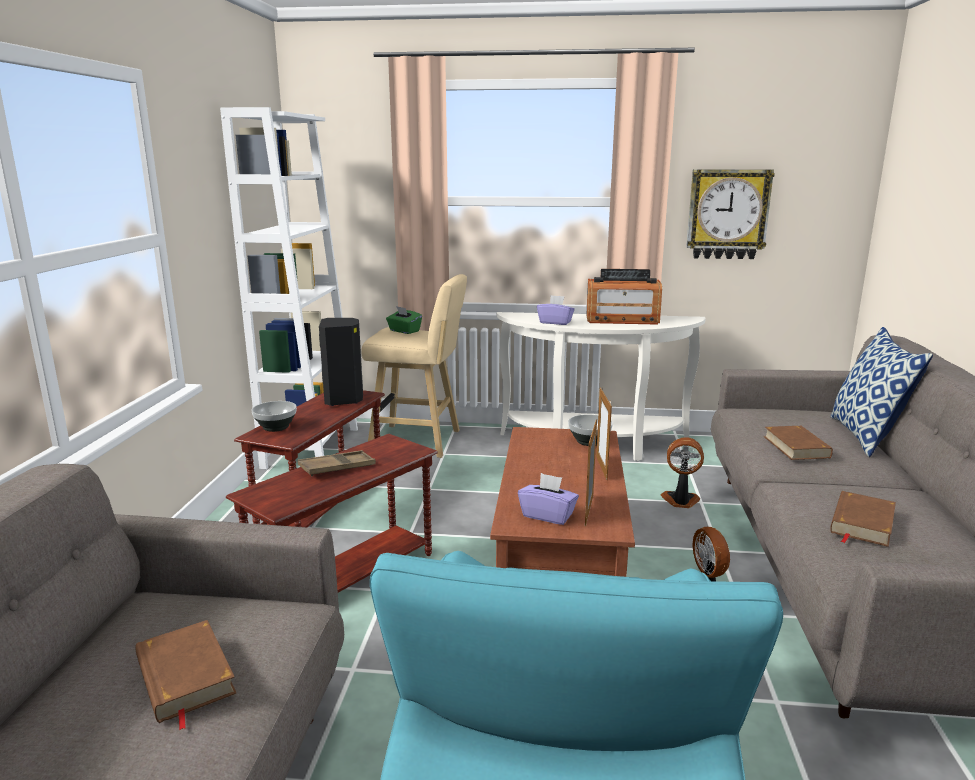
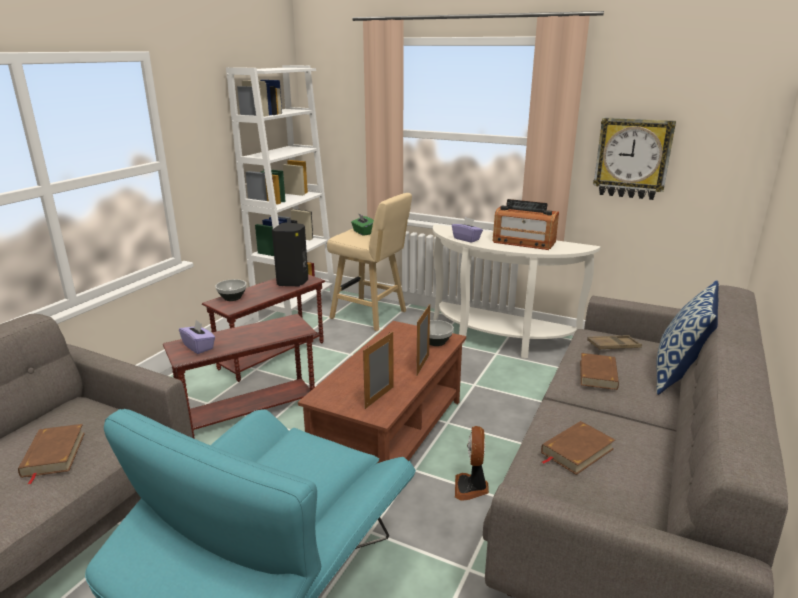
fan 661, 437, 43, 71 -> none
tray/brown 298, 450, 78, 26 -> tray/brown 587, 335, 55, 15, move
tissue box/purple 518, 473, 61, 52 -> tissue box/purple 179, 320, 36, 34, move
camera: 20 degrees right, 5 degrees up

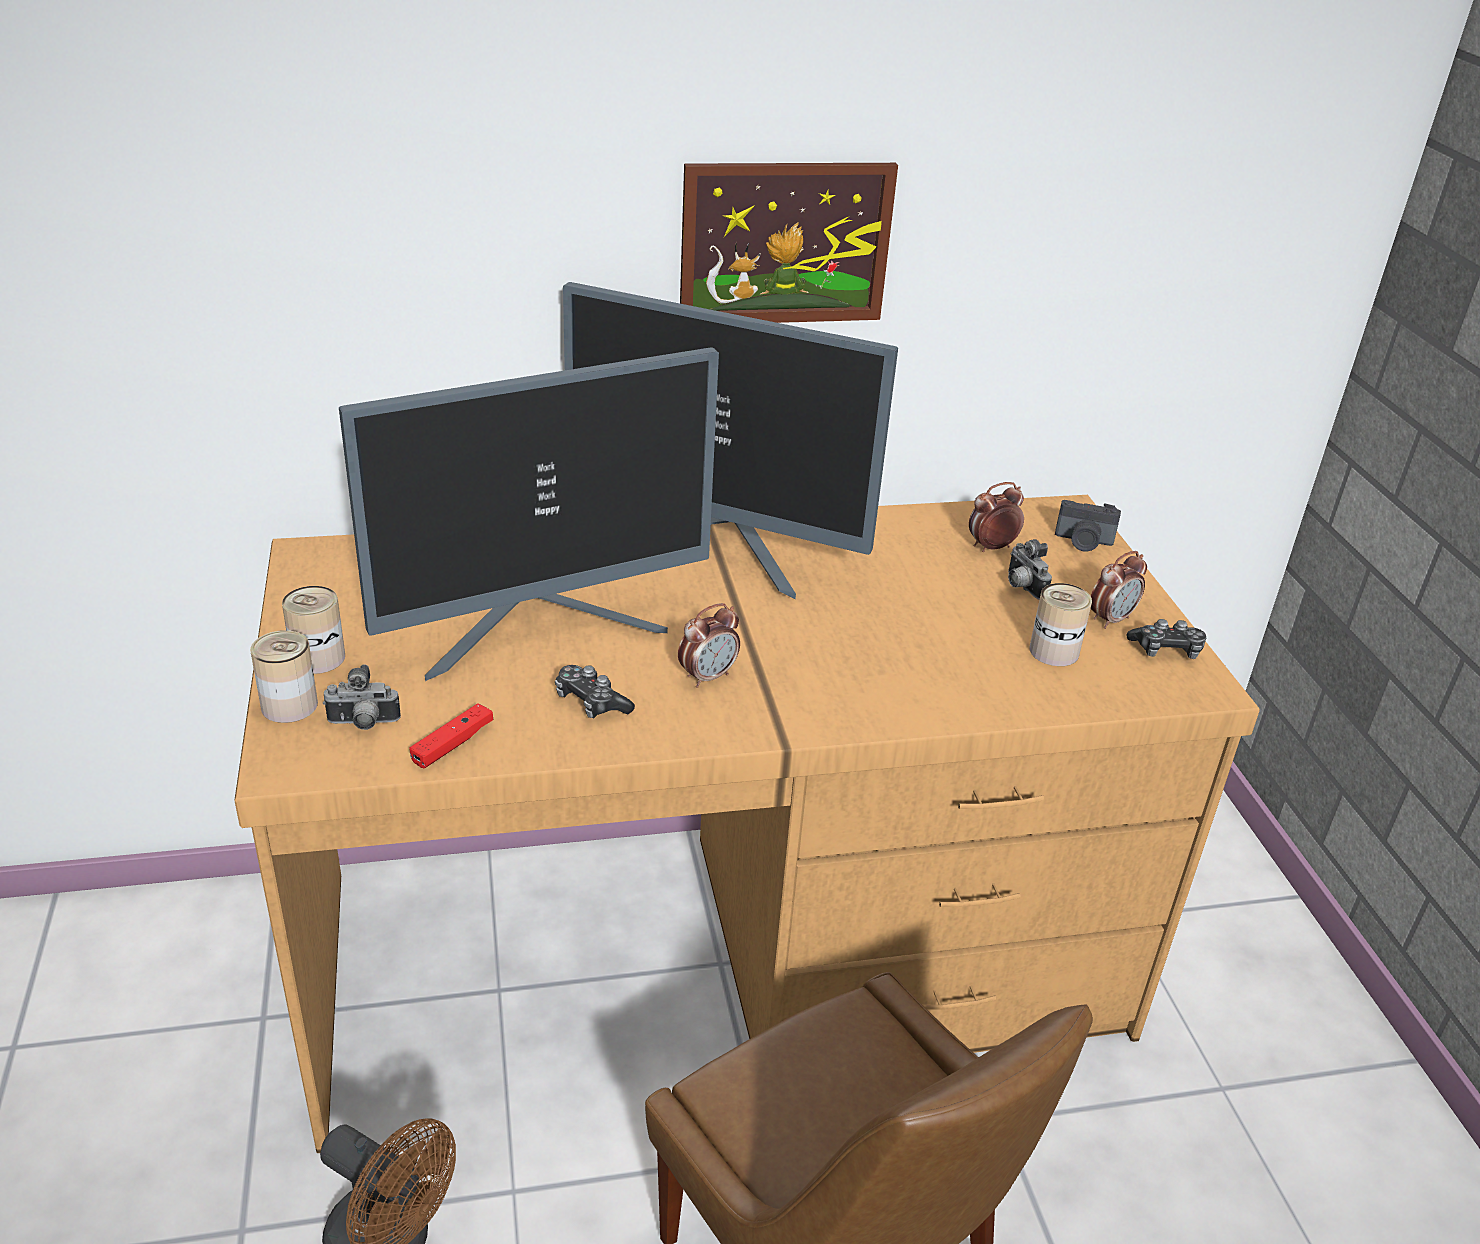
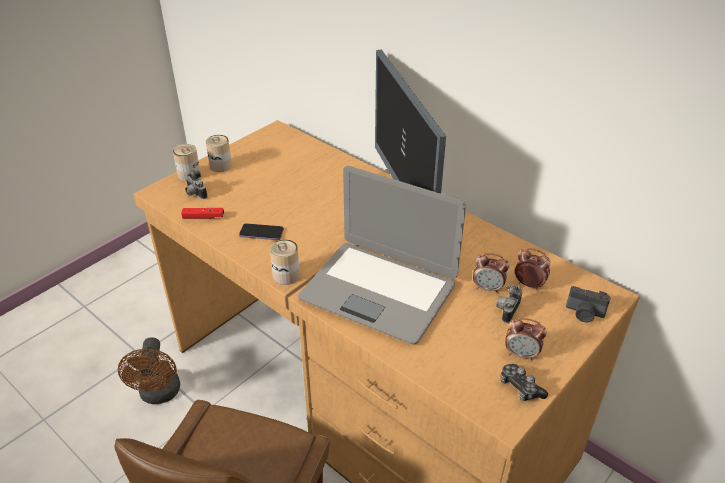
picture 680, 163, 218, 160 -> none
monitor 339, 347, 380, 334 -> none
photo camera 1055, 500, 66, 52 -> photo camera 566, 286, 45, 36, 45 degrees counterclockwise
can 1029, 583, 63, 83 -> can 270, 239, 30, 46, move
alarm clock 678, 603, 62, 85 -> alarm clock 473, 253, 36, 40, move
game controller 555, 665, 80, 53 -> phone 239, 223, 45, 17
none -> laptop 298, 166, 168, 178
camera: 55 degrees right, 5 degrees up

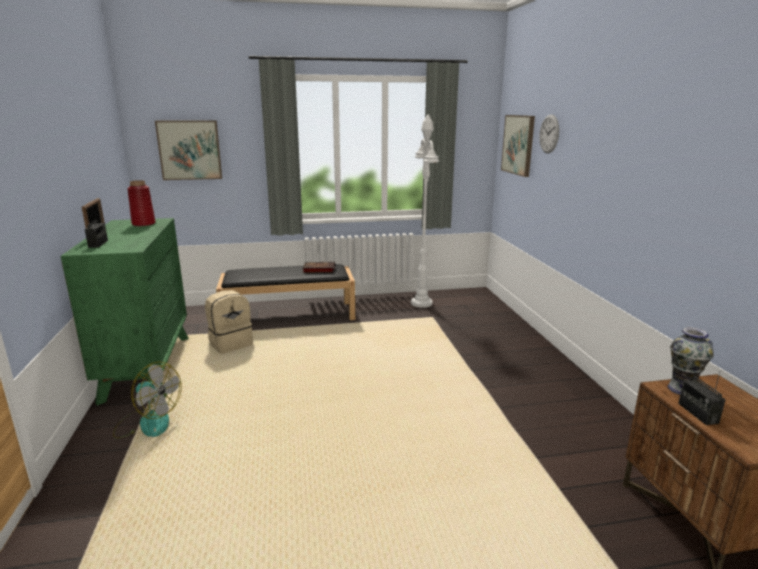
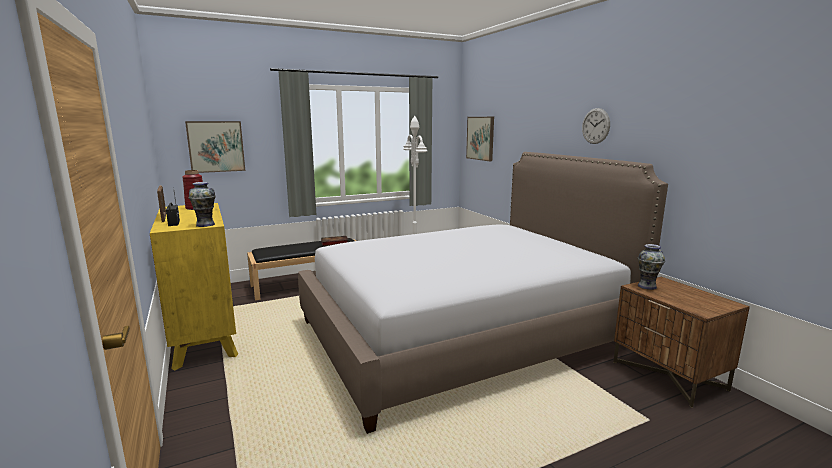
wall clock 539, 114, 20, 40 -> wall clock 582, 108, 28, 36, move
dresser/green 61, 218, 128, 188 -> dresser/yellow 150, 203, 88, 167
backpack/beige 205, 290, 48, 64 -> none
fan 113, 362, 69, 77 -> none
radio 678, 373, 48, 52 -> none
none -> bed 298, 152, 370, 282
none -> vase 189, 182, 27, 45
camera: 15 degrees left, 5 degrees down

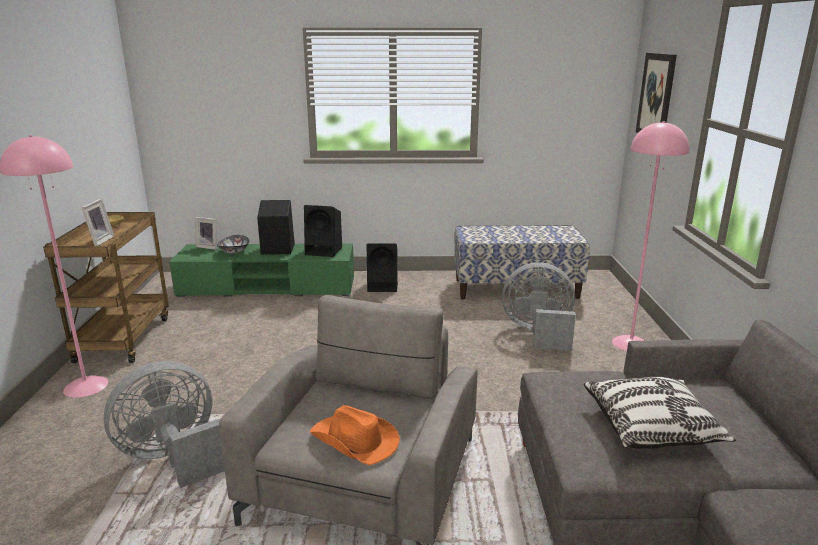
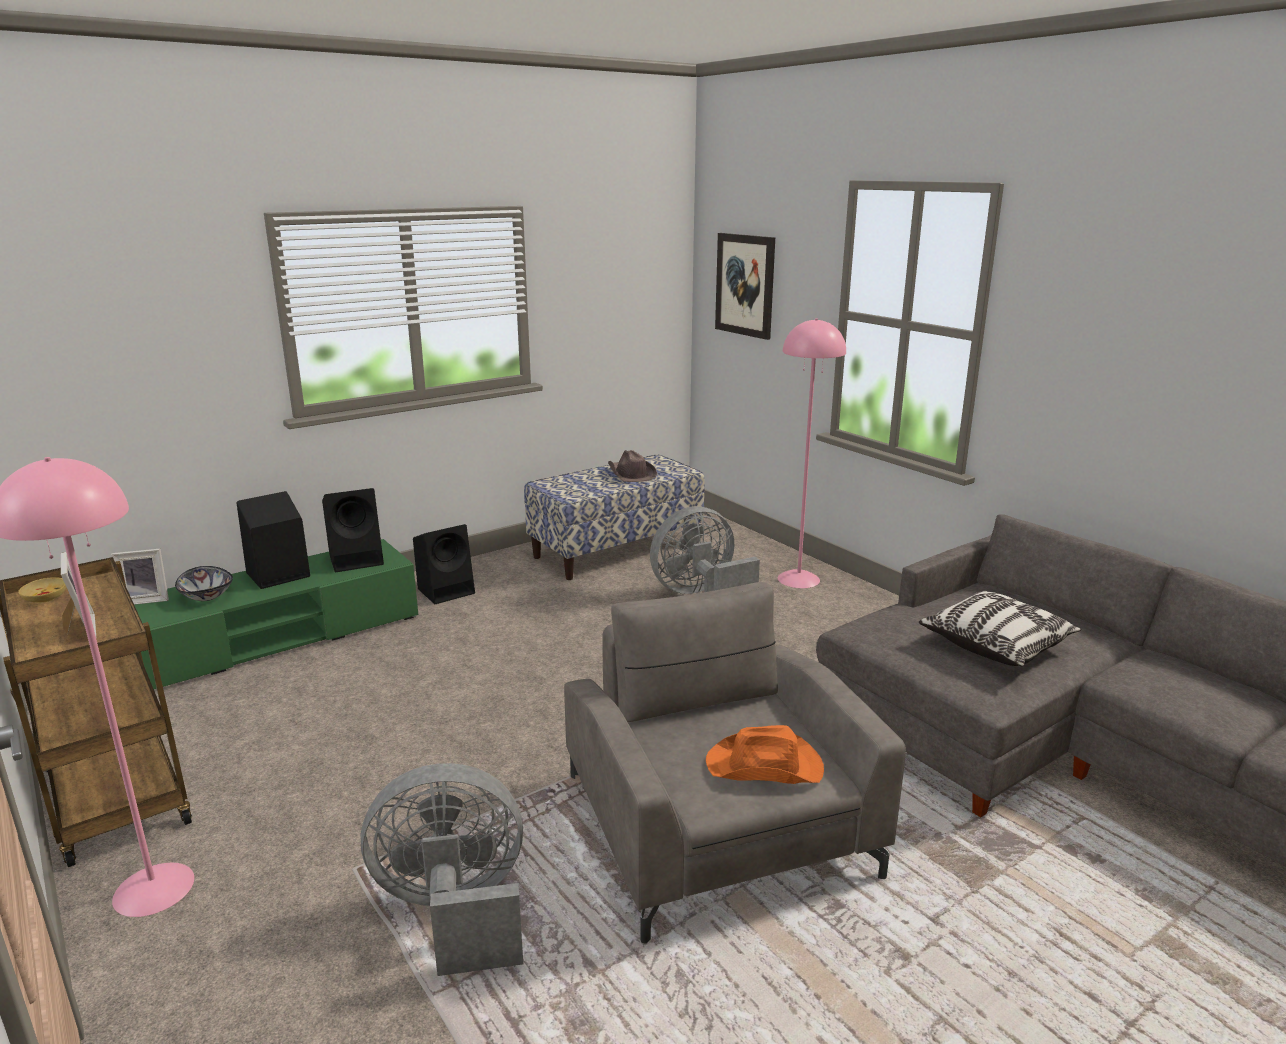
fan/grey 104, 361, 121, 127 -> fan/grey 361, 763, 162, 213, 60 degrees clockwise
none -> hat/brown 608, 450, 49, 32
camera: 35 degrees left, 0 degrees up

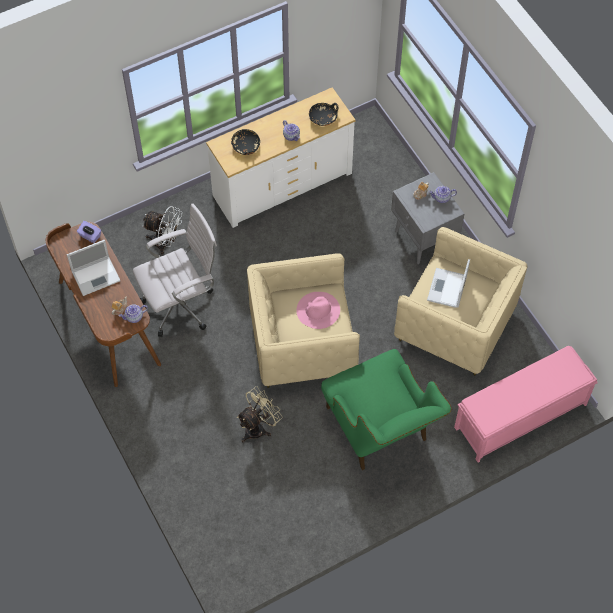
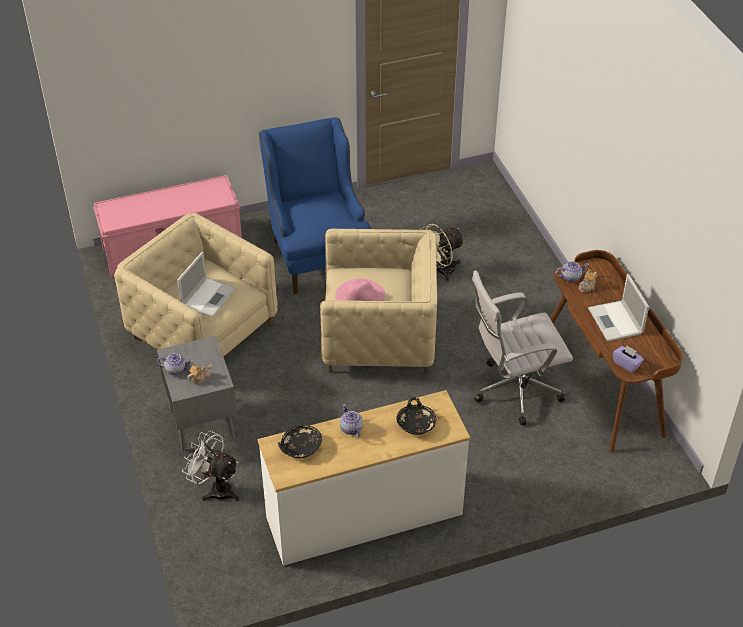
fan/white 143, 206, 39, 49 -> fan/white 182, 431, 58, 70, move
laptop 67, 240, 54, 56 -> laptop 588, 274, 61, 68, 90 degrees counterclockwise
armchair/green 321, 349, 131, 121 -> armchair/blue 259, 117, 112, 177
camera: 170 degrees left, 15 degrees down

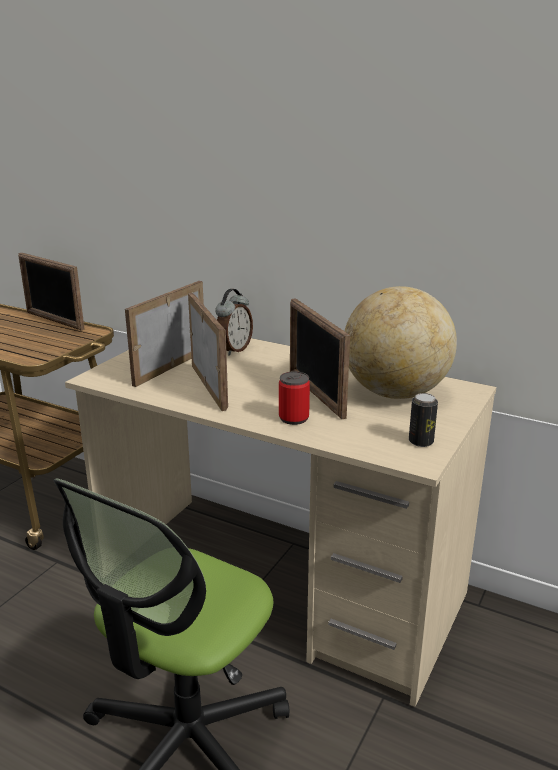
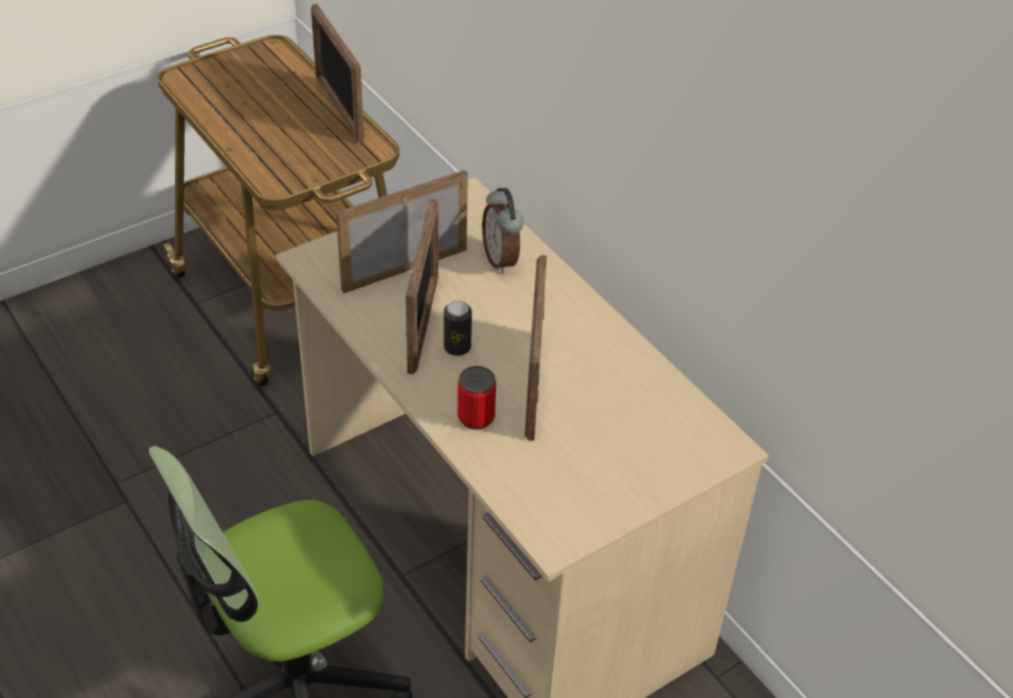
globe 345, 286, 112, 113 -> none
alarm clock 216, 289, 37, 67 -> alarm clock 482, 188, 42, 86, 105 degrees clockwise
can 409, 393, 29, 54 -> can 444, 301, 28, 55, move
camera: 25 degrees right, 20 degrees up

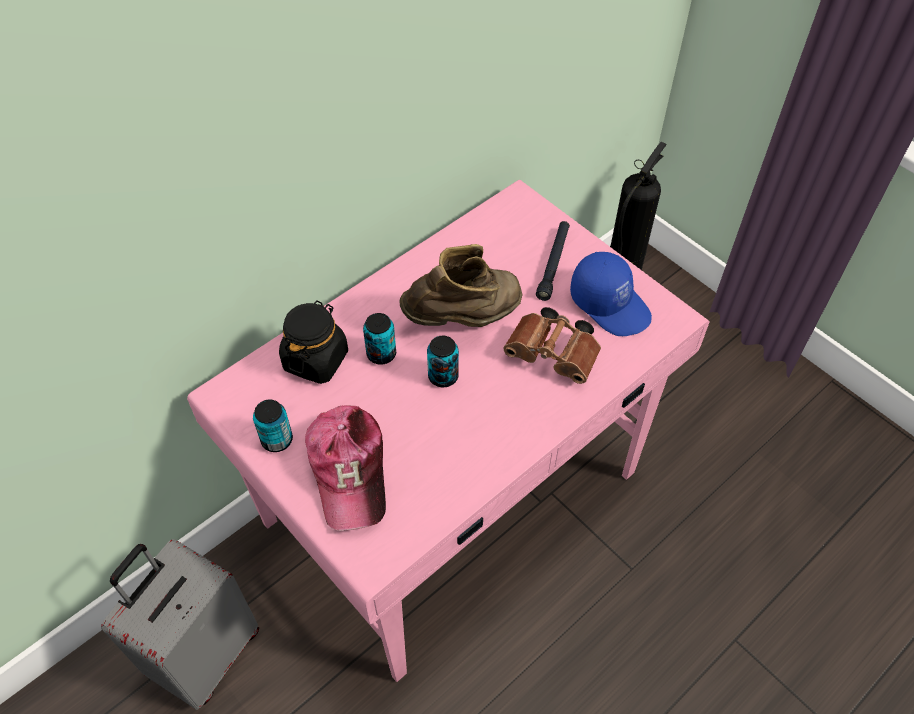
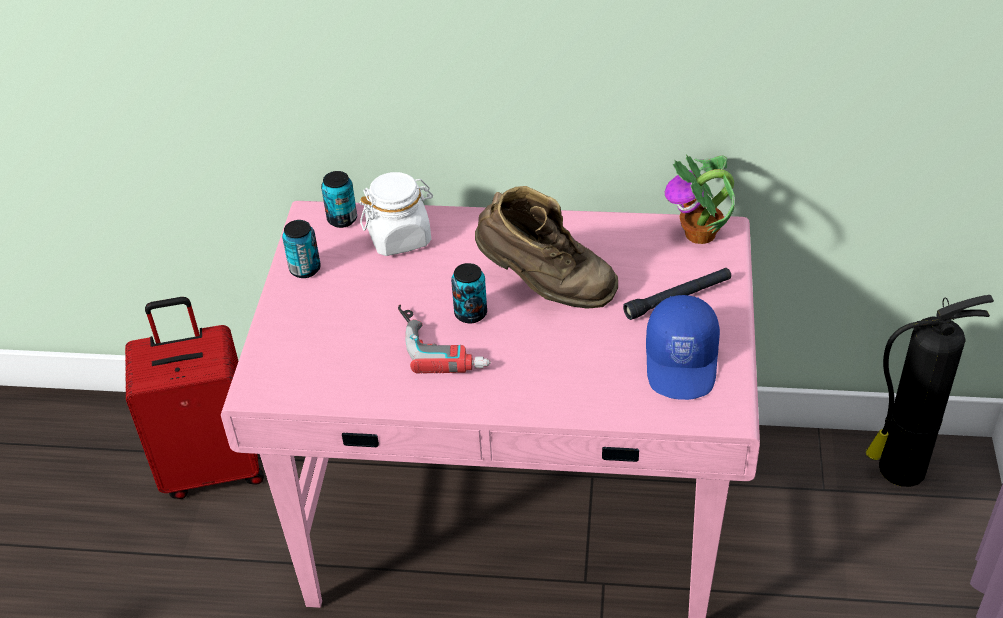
jar/black 279, 300, 69, 84 -> jar/white 360, 172, 73, 84
binoculars/brown 503, 307, 98, 77 -> none
can 363, 313, 33, 52 -> can 321, 171, 36, 57, move
cap 305, 405, 81, 126 -> none
suitcase/grey 101, 539, 158, 171 -> suitcase/red 125, 297, 139, 202
none -> potted plant 665, 154, 70, 90
none -> power drill 398, 305, 93, 68
camera: 50 degrees right, 10 degrees down

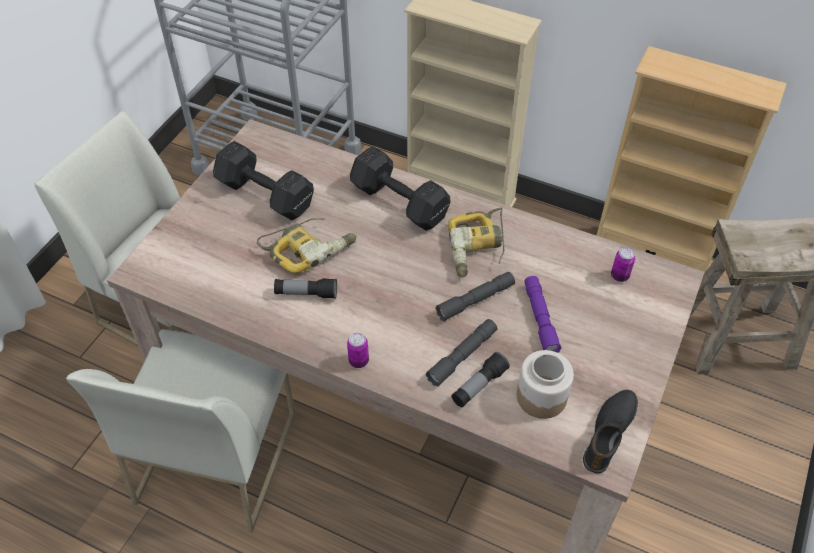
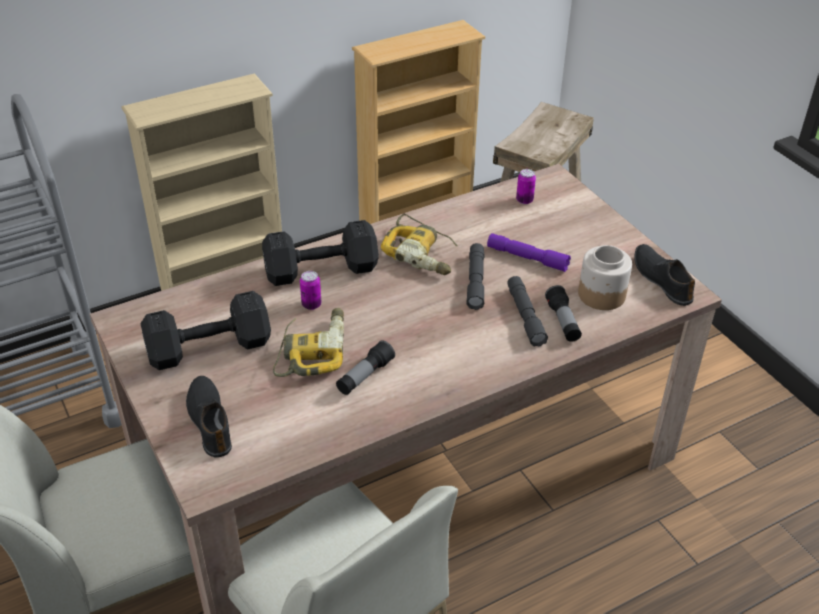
can 347, 333, 22, 35 -> can 300, 271, 21, 39, move
none -> shoe/black 186, 376, 46, 82
camera: 55 degrees left, 10 degrees down

